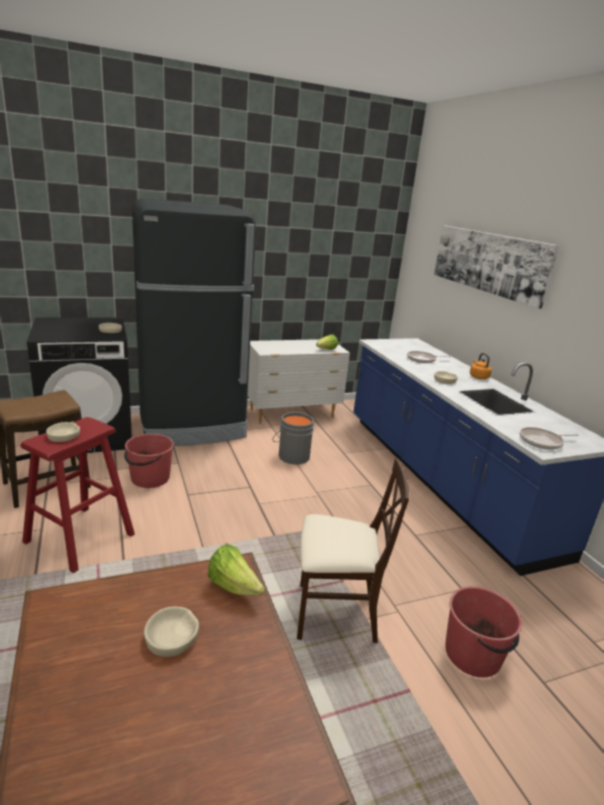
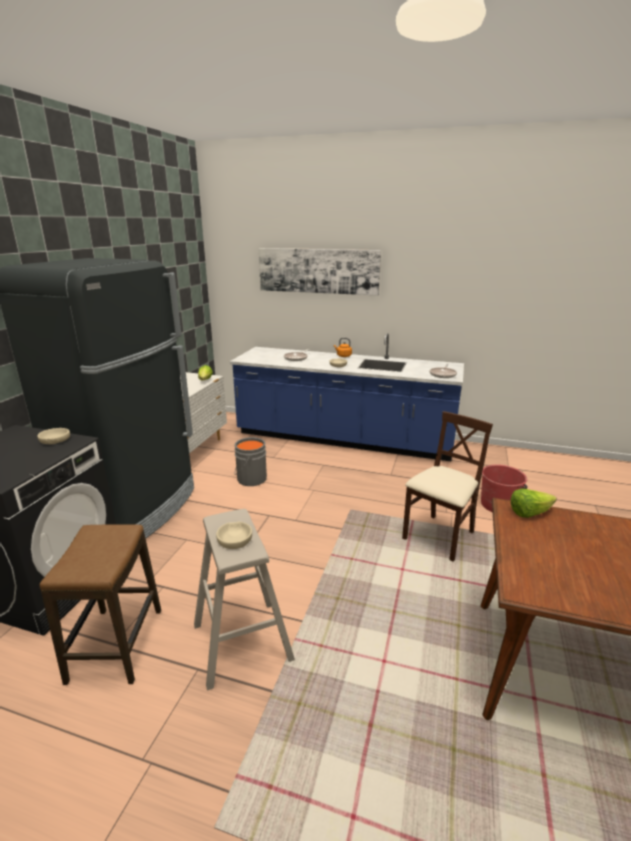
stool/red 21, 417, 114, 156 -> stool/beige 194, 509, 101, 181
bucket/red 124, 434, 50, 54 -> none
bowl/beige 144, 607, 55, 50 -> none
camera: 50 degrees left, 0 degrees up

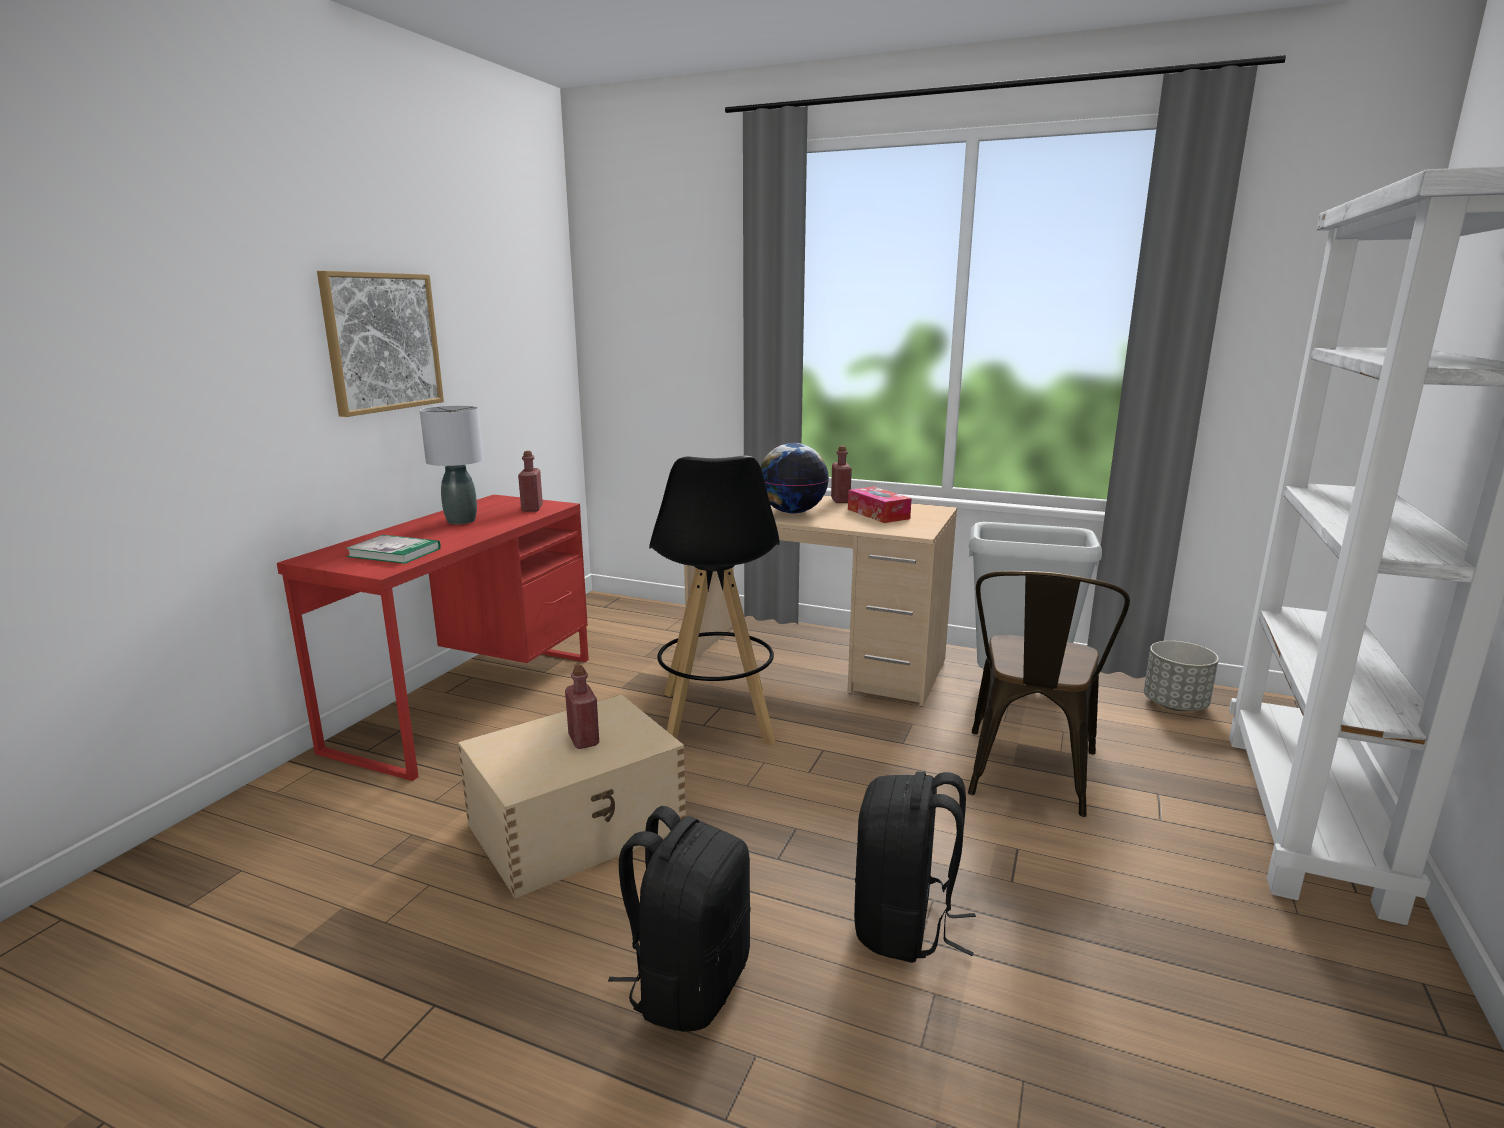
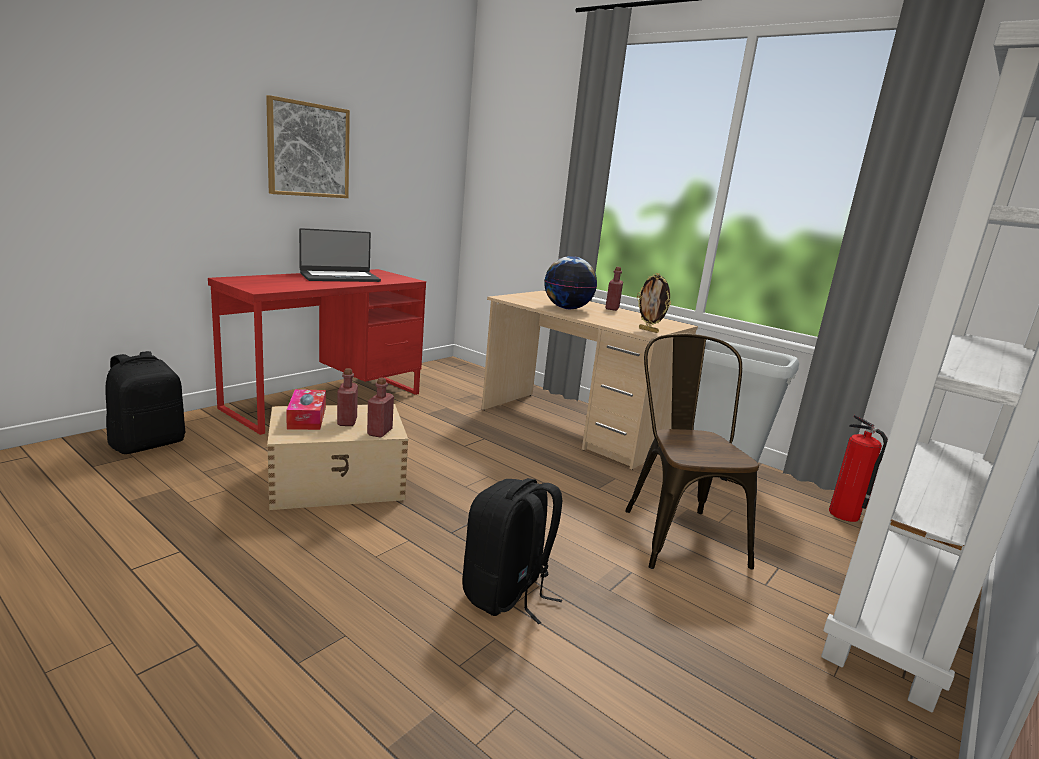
table lamp/grey 420, 406, 63, 118 -> laptop 299, 228, 82, 54
bottle/red 518, 451, 25, 61 -> bottle/red 367, 377, 27, 61, move
stool/black 649, 456, 131, 290 -> none
tissue box 848, 487, 64, 36 -> tissue box 286, 389, 40, 41, move
book 345, 535, 96, 29 -> none
chair/brown 968, 571, 162, 246 -> chair/brown 625, 333, 134, 237, 135 degrees clockwise
planter/grey 1144, 641, 75, 70 -> fire extinguisher 829, 415, 59, 107
backpack/black 608, 806, 143, 226 -> backpack/black 105, 351, 80, 103, move
none -> picture frame 637, 273, 34, 60
camera: 15 degrees right, 0 degrees up

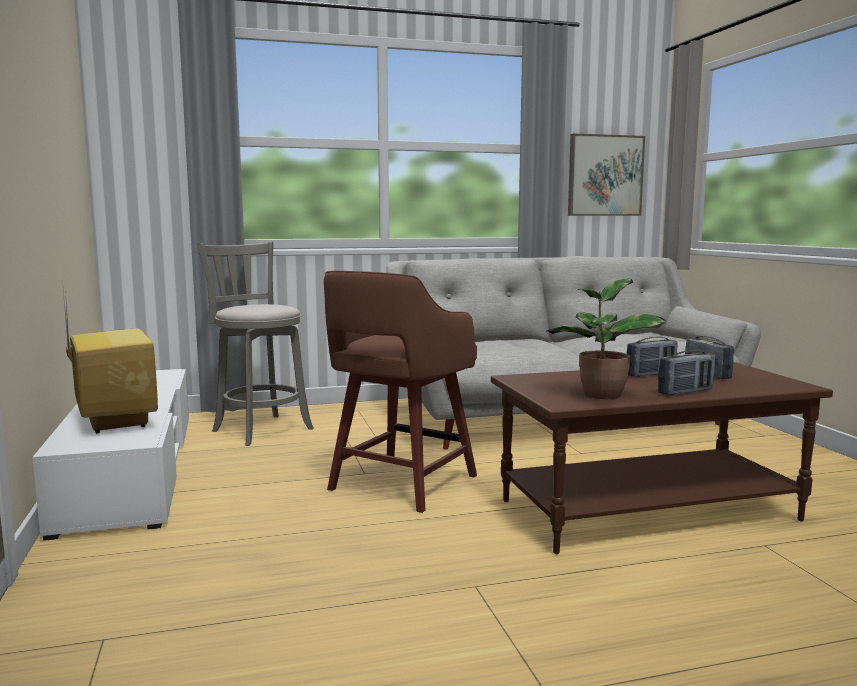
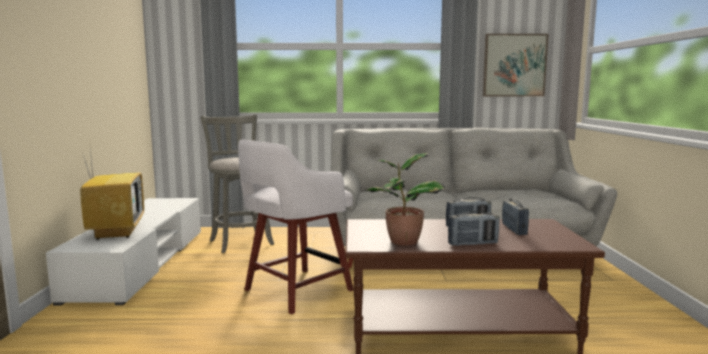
stool/brown 324, 271, 153, 242 -> stool/white 238, 139, 116, 175
camera: 15 degrees right, 0 degrees up

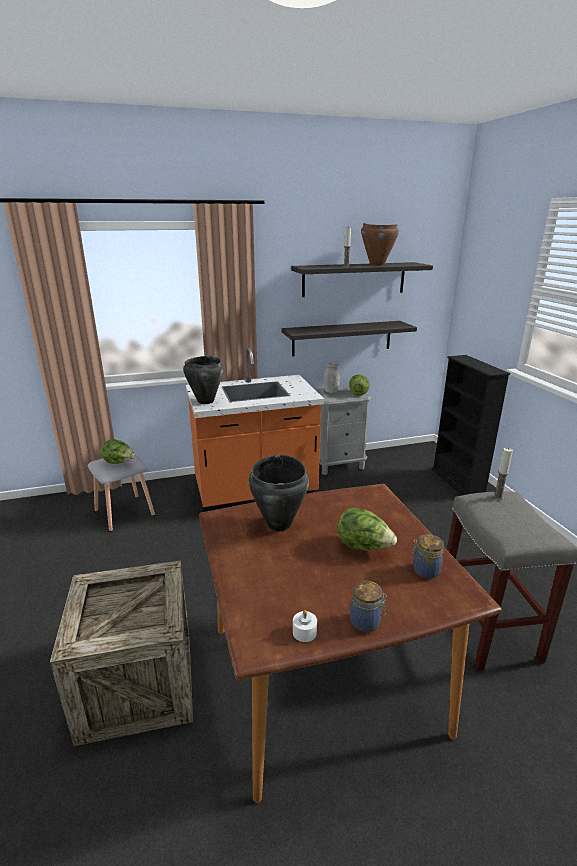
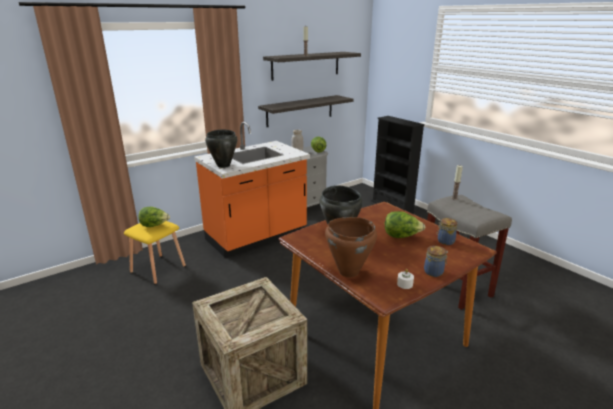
cooking pot/brown 361, 223, 38, 43 -> cooking pot/brown 325, 217, 52, 61, move
stool/grey 88, 455, 67, 77 -> stool/yellow 124, 221, 62, 63
camera: 20 degrees left, 0 degrees up

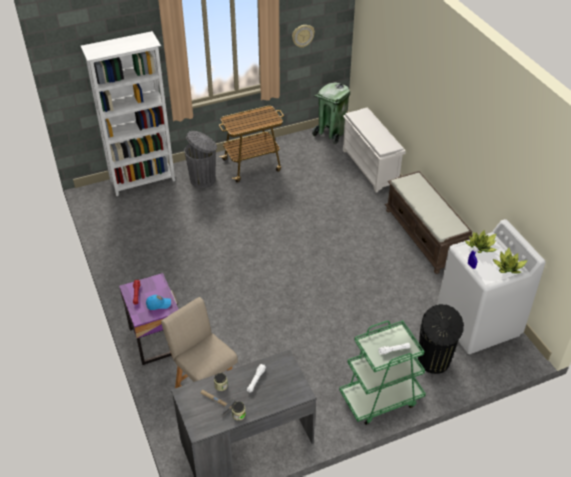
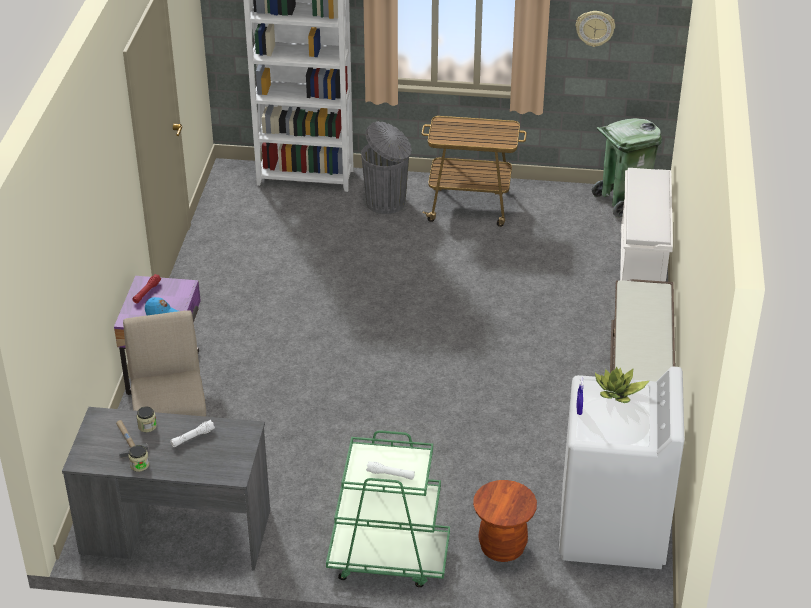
potted plant 493, 248, 35, 26 -> none
trash can/black 418, 304, 46, 70 -> stool/brown 473, 480, 64, 82
camera: 30 degrees right, 5 degrees down

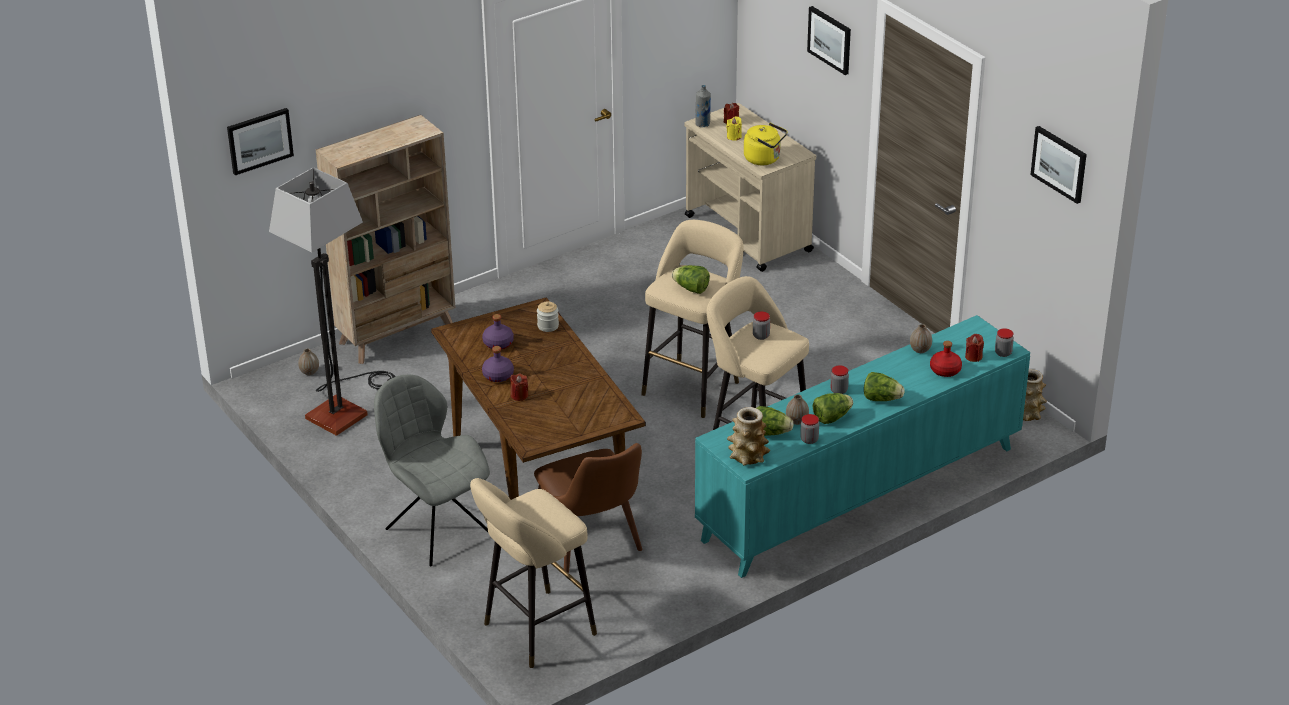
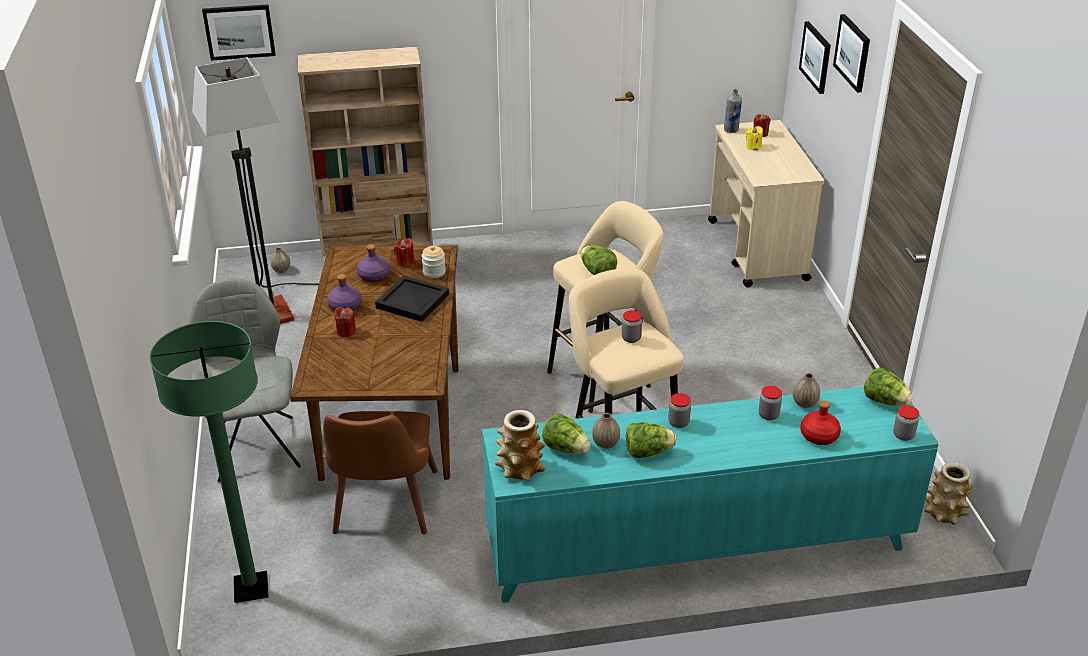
kettle/yellow 744, 123, 44, 42 -> none
picture 1030, 126, 57, 78 -> picture 799, 21, 32, 73, move
candle/red 965, 334, 19, 28 -> candle/red 394, 238, 21, 29, move
lettuce 864, 372, 41, 29 -> lettuce 864, 367, 49, 39, move
jar 800, 414, 19, 30 -> jar 759, 386, 23, 34, move
stool/beige 470, 478, 127, 190 -> floor lamp/green 149, 321, 120, 282
none -> tray/black 375, 276, 74, 46
camera: 25 degrees right, 0 degrees up

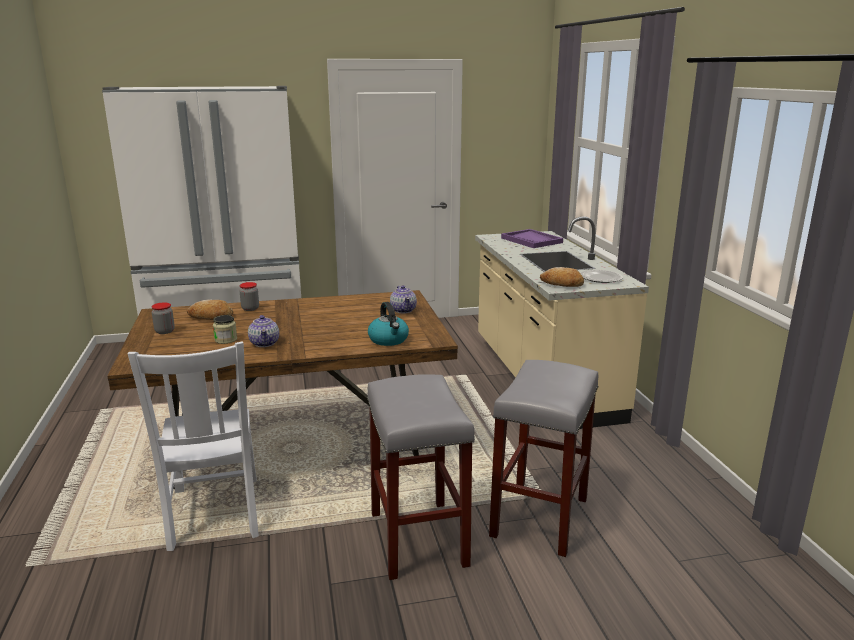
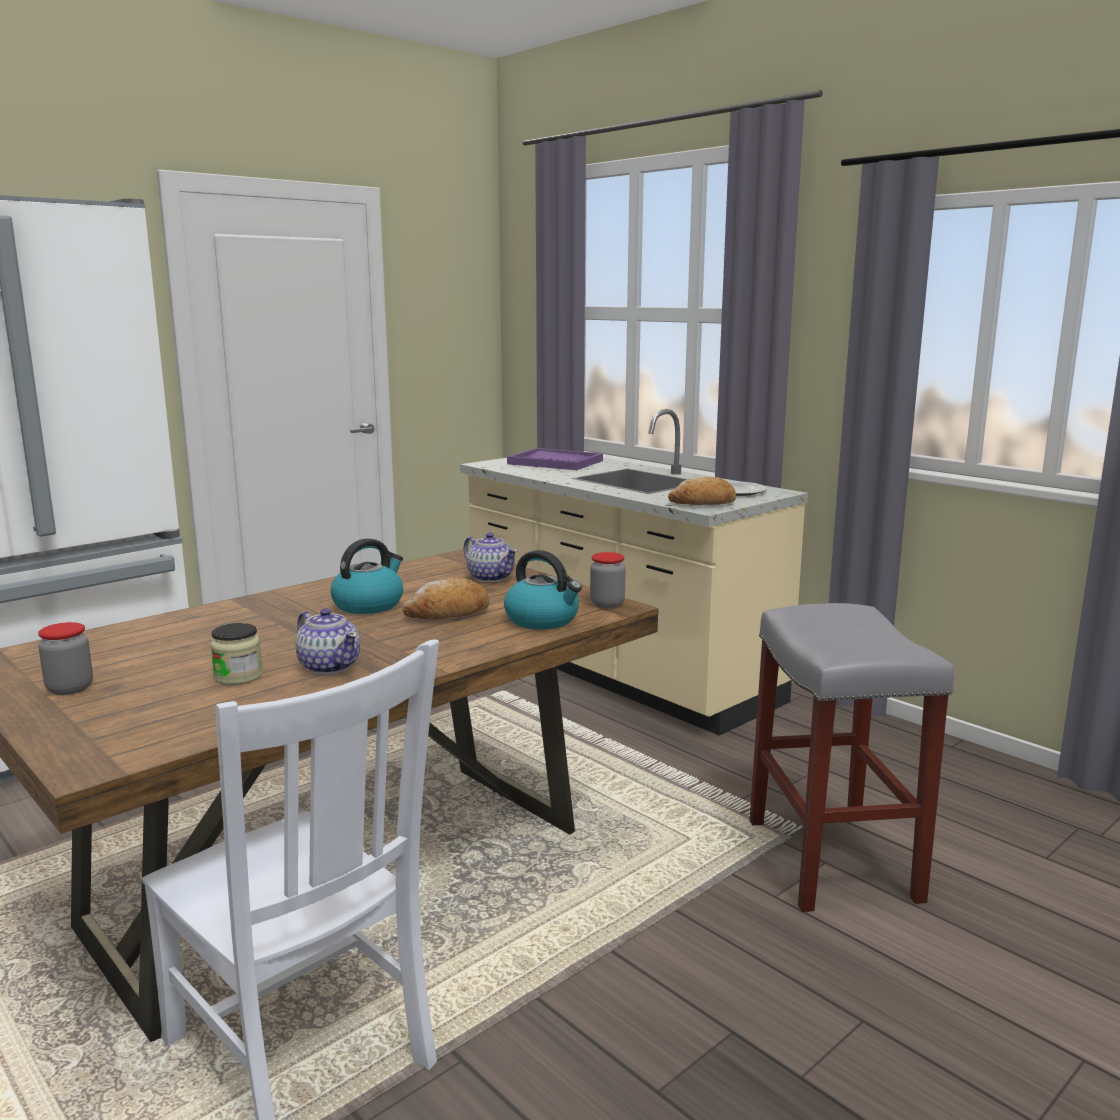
jar 239, 282, 20, 29 -> jar 590, 552, 36, 56, move
bread 187, 300, 46, 20 -> bread 402, 578, 87, 41, move
stool/grey 367, 374, 108, 206 -> none
none -> kettle 331, 538, 72, 76
camera: 30 degrees left, 5 degrees down

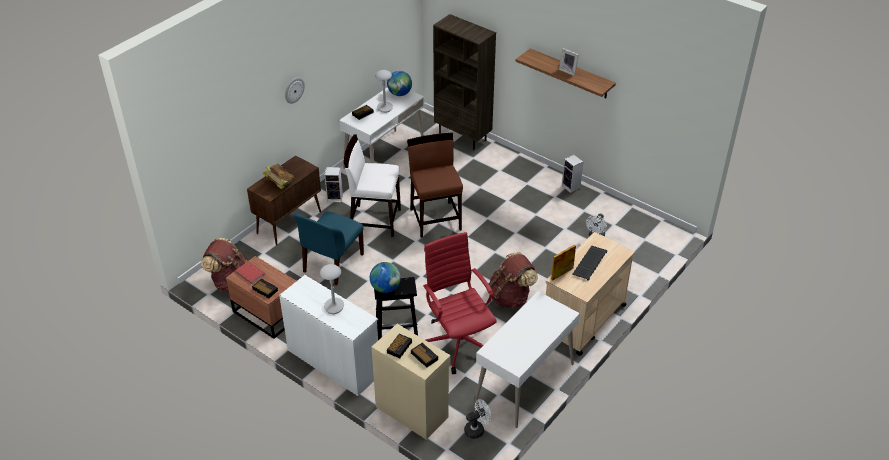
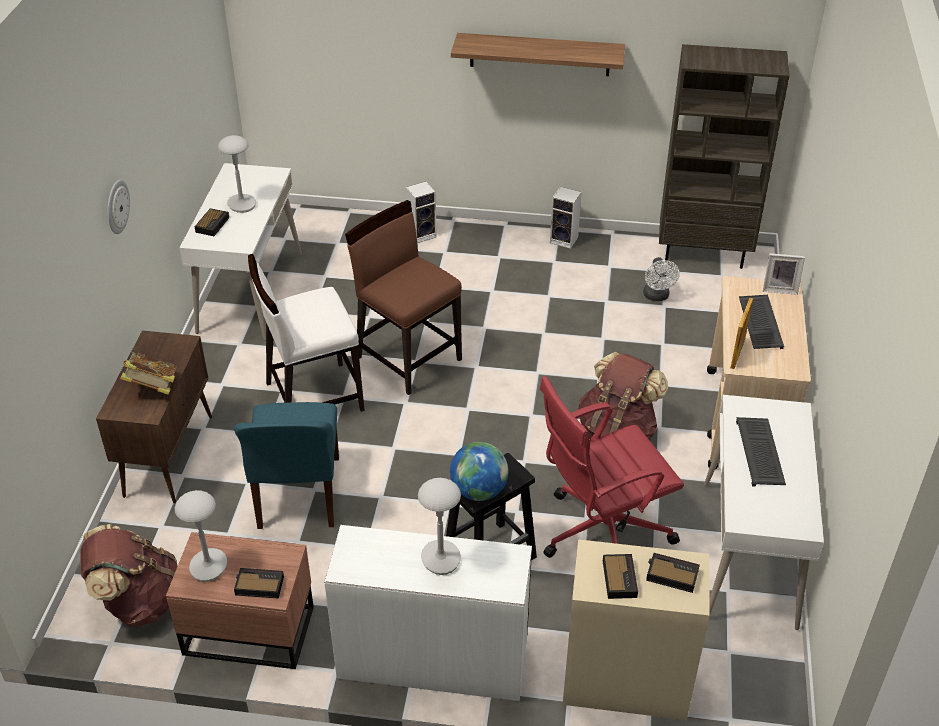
bookcase/brown 433, 14, 63, 136 -> bookcase/brown 659, 44, 131, 225, move
picture frame 559, 48, 20, 28 -> picture frame 763, 253, 42, 42, move
globe 387, 71, 25, 25 -> none
speaker 325, 167, 18, 35 -> speaker 406, 182, 31, 61, move
office chair/red 423, 232, 74, 142 -> office chair/red 540, 376, 144, 182, 60 degrees counterclockwise
book/red 235, 261, 30, 23 -> table lamp/grey 174, 490, 53, 92
fan/white 464, 399, 28, 40 -> none
none -> keyboard 736, 417, 50, 70
camera: 30 degrees left, 0 degrees up

